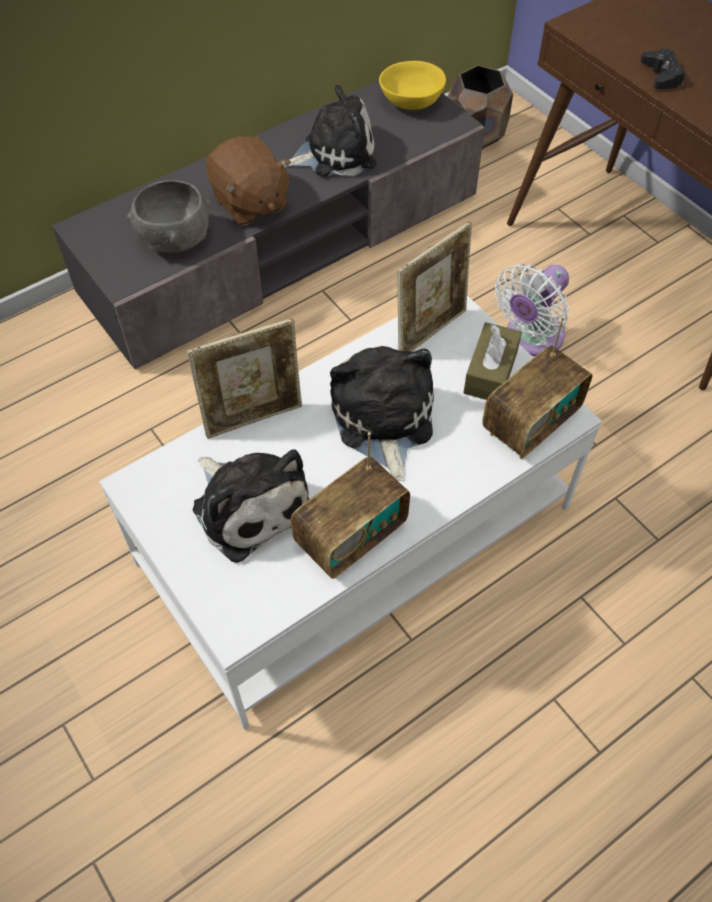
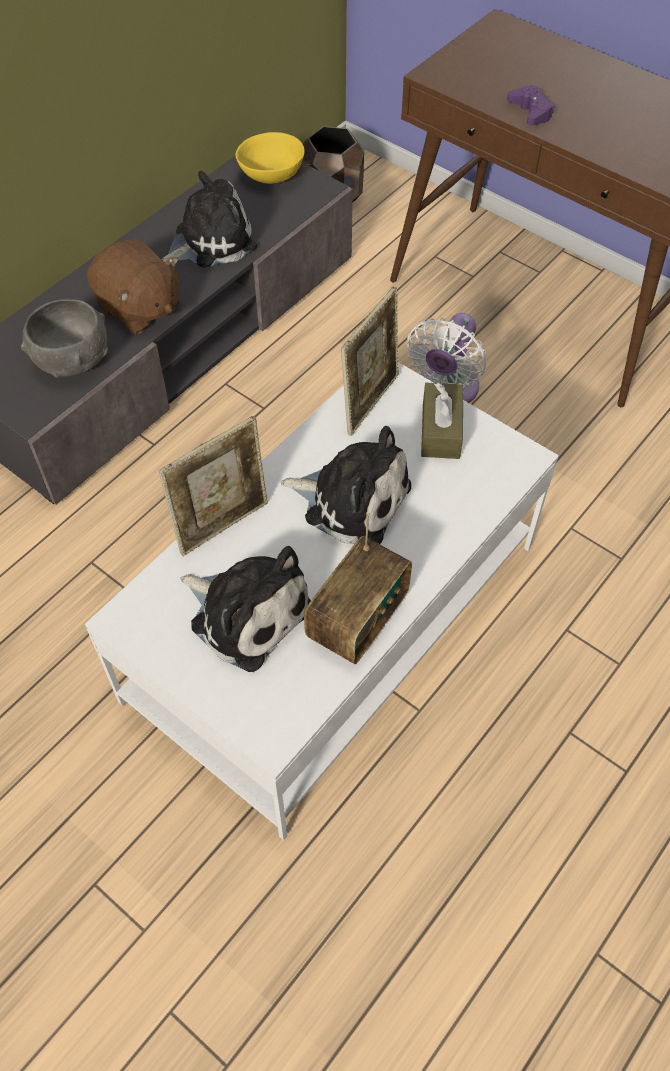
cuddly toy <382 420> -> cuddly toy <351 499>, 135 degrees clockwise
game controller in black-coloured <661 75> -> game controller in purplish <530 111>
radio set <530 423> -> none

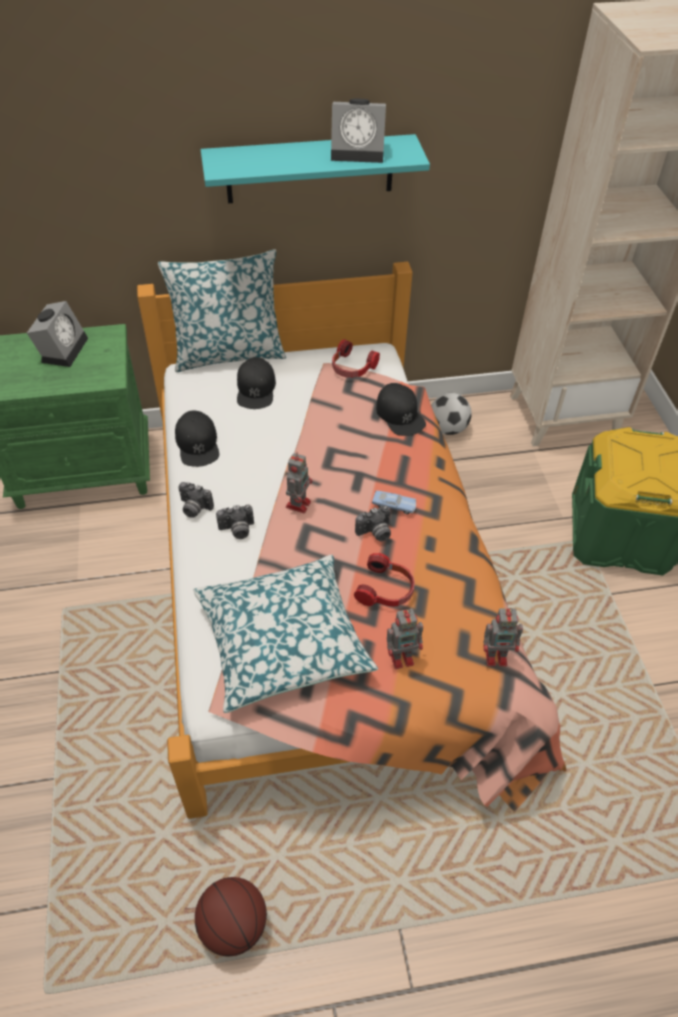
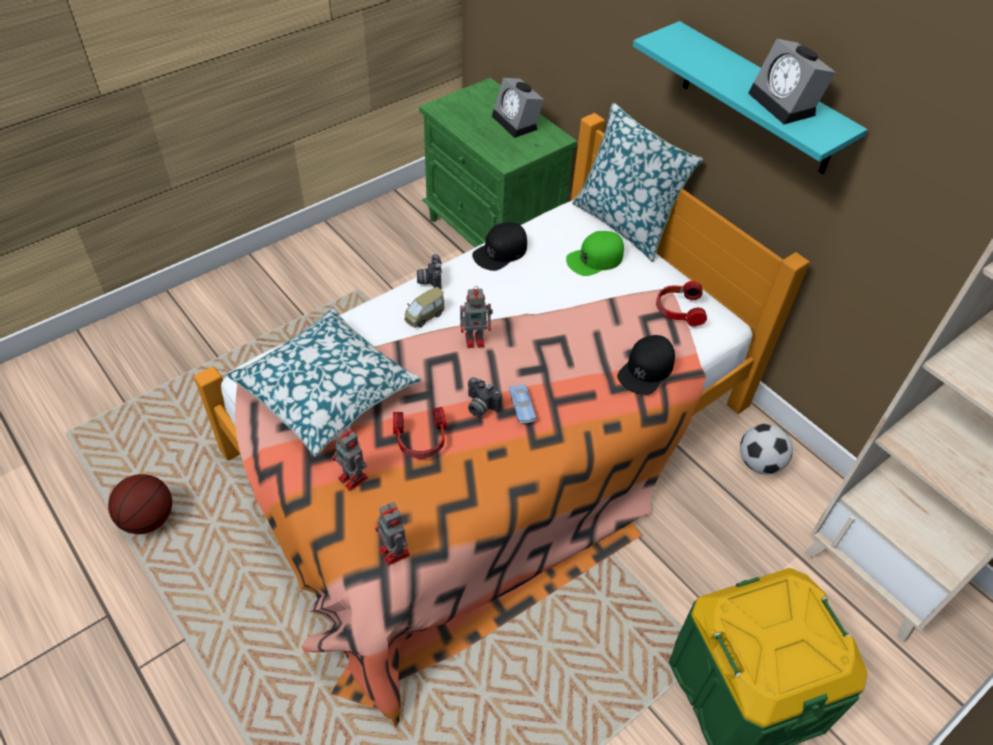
photo camera <237 530> -> miniature car <424 316>
alarm clock <63 348> -> alarm clock <517 123>, 75 degrees clockwise
peaked cap in black-coloured <256 389> -> peaked cap in green <595 259>

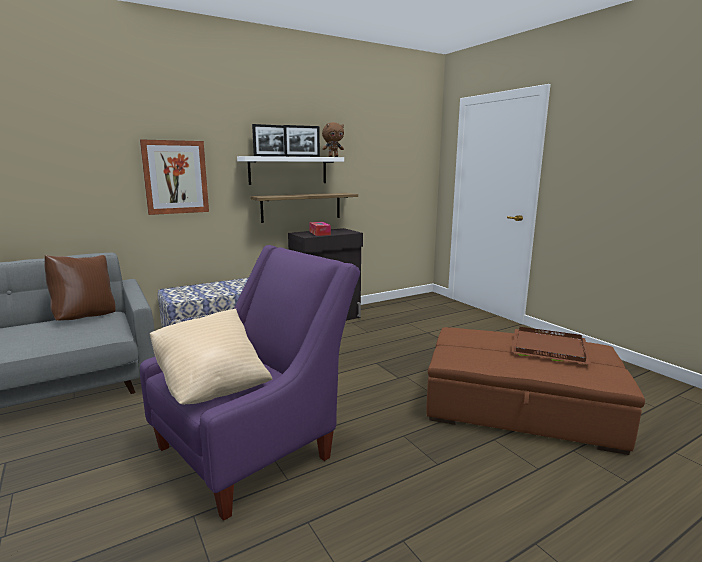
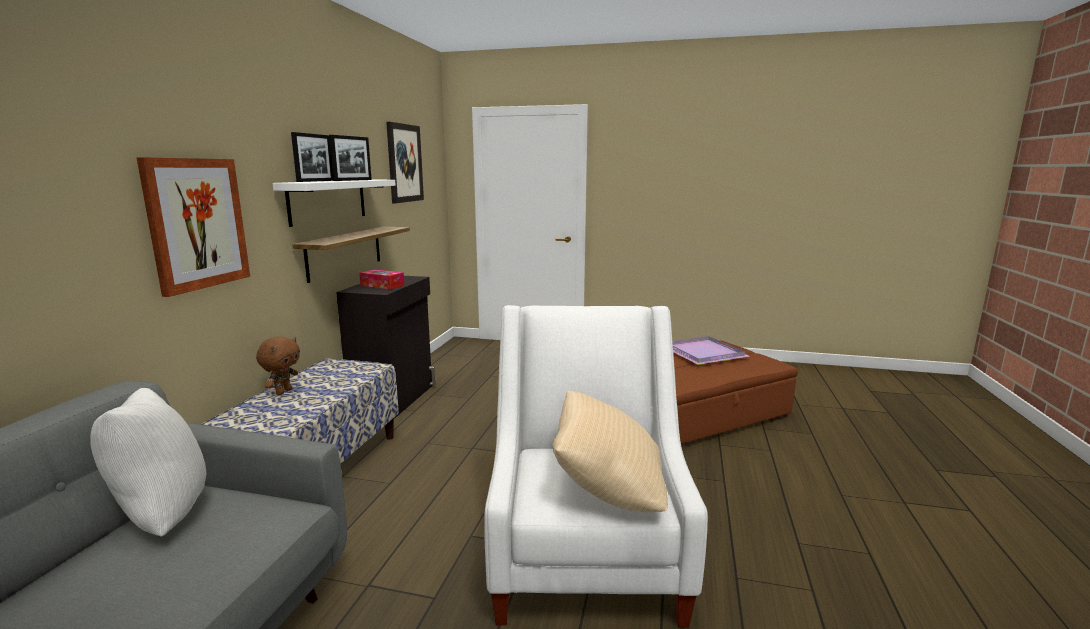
pillow in brown-coloured <85 317> -> pillow in whitish <161 516>
cuddly toy in brown-coloured <333 156> -> cuddly toy in brown-coloured <283 392>, relocated
none -> wall art <404 163>
armchair in purplish <255 447> -> armchair in whitish <586 555>
carrying tray in brown-coloured <550 348> -> carrying tray in purplish <703 353>

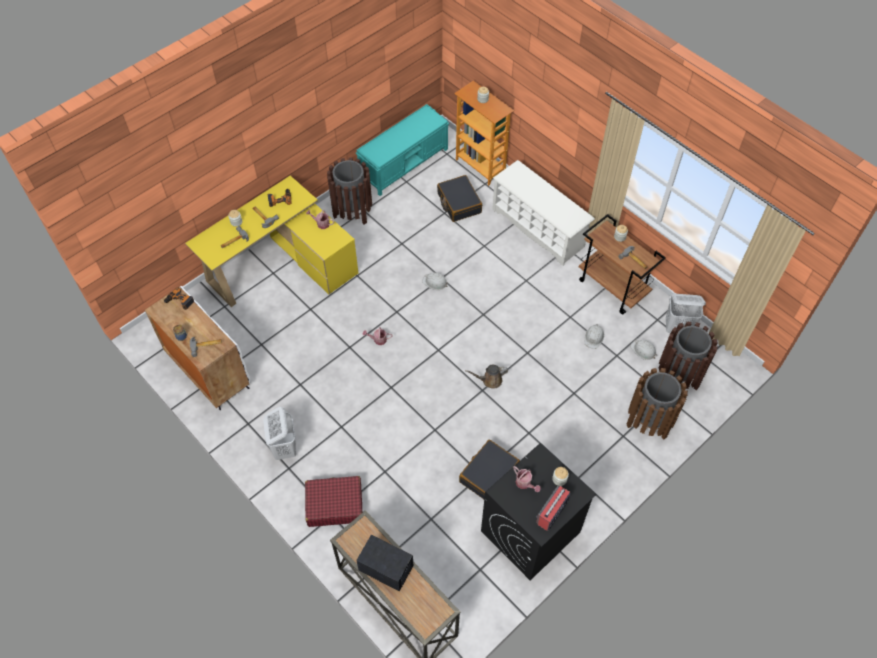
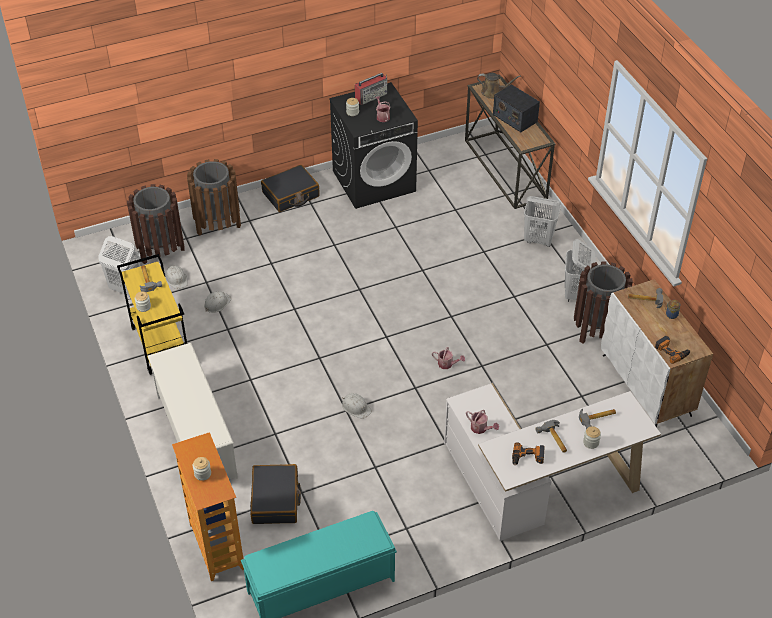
cart in brown-coloured <613 287> -> cart in yellowish <160 344>
piece of luggage in black-coloured <488 474> -> piece of luggage in black-coloured <291 195>, relocated
desk table in yellowish <282 264> -> desk table in whitish <536 483>
sprinkling can in brown-coloured <490 380> -> sprinkling can in brown-coloured <493 92>, relocated
piece of luggage in red-coloured <334 505> -> washing basket in whitish <539 240>
trash can in brown-coloured <352 212> -> trash can in brown-coloured <597 329>, relocated

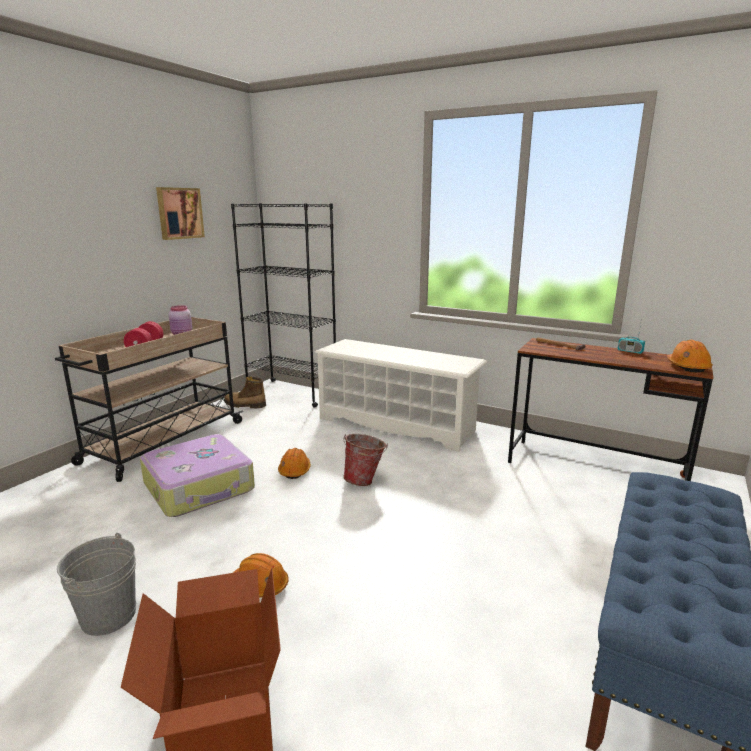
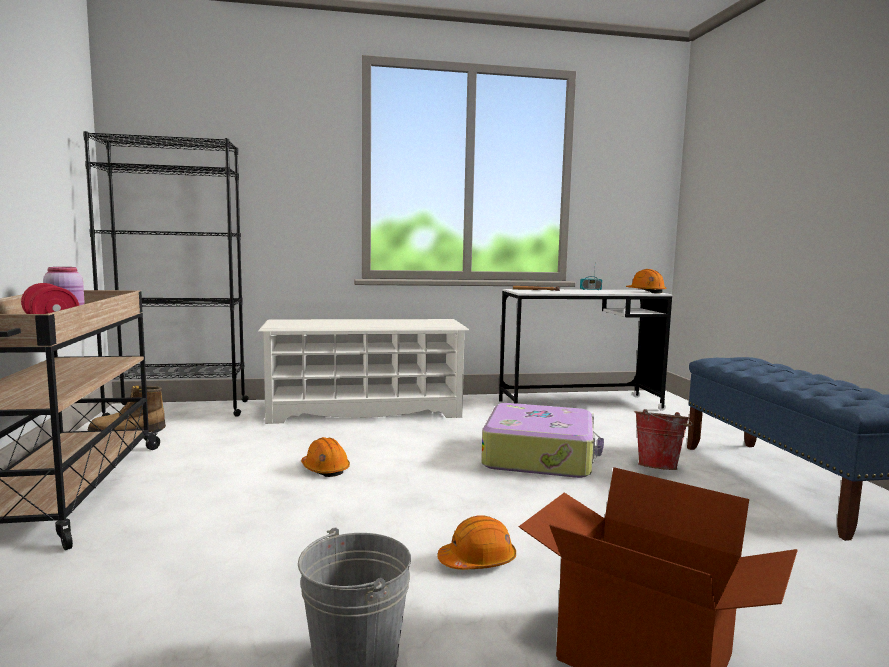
piece of luggage <200 487> -> piece of luggage <540 456>, relocated
desk table in brown-coloured <594 469> -> desk table in whitish <579 405>
water bucket <365 481> -> water bucket <659 467>, relocated
wall art <179 213> -> none

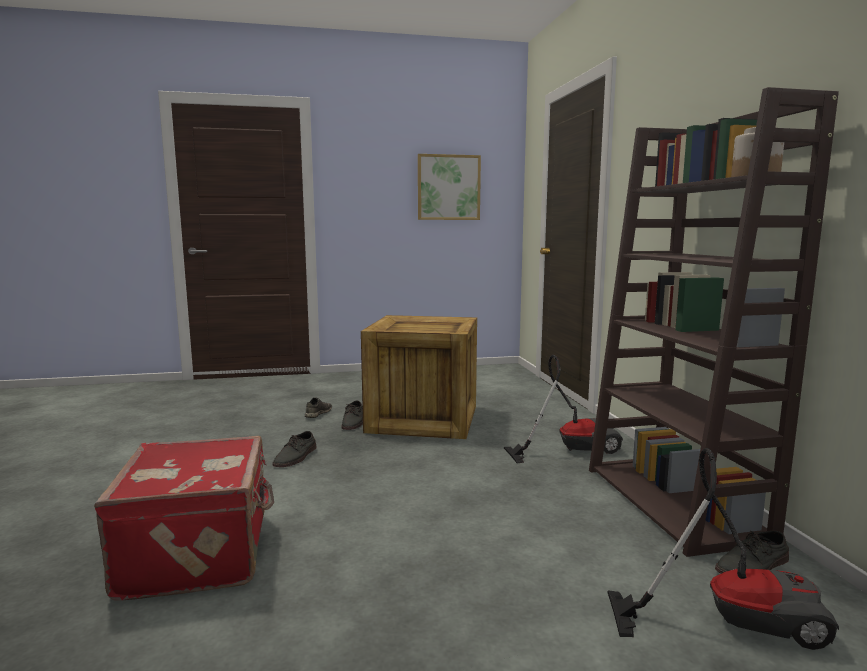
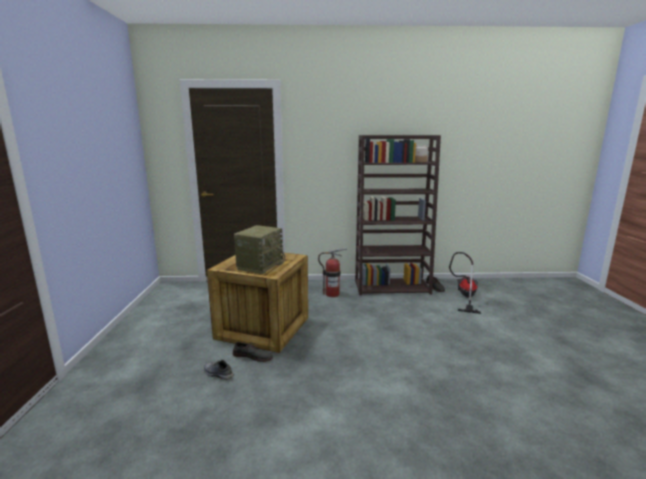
none -> radio set <260 265>
vacuum cleaner <570 448> -> fire extinguisher <332 294>
piece of luggage in red-coloured <200 553> -> none
low shoe in greyish <296 457> -> none
wall art <448 187> -> none

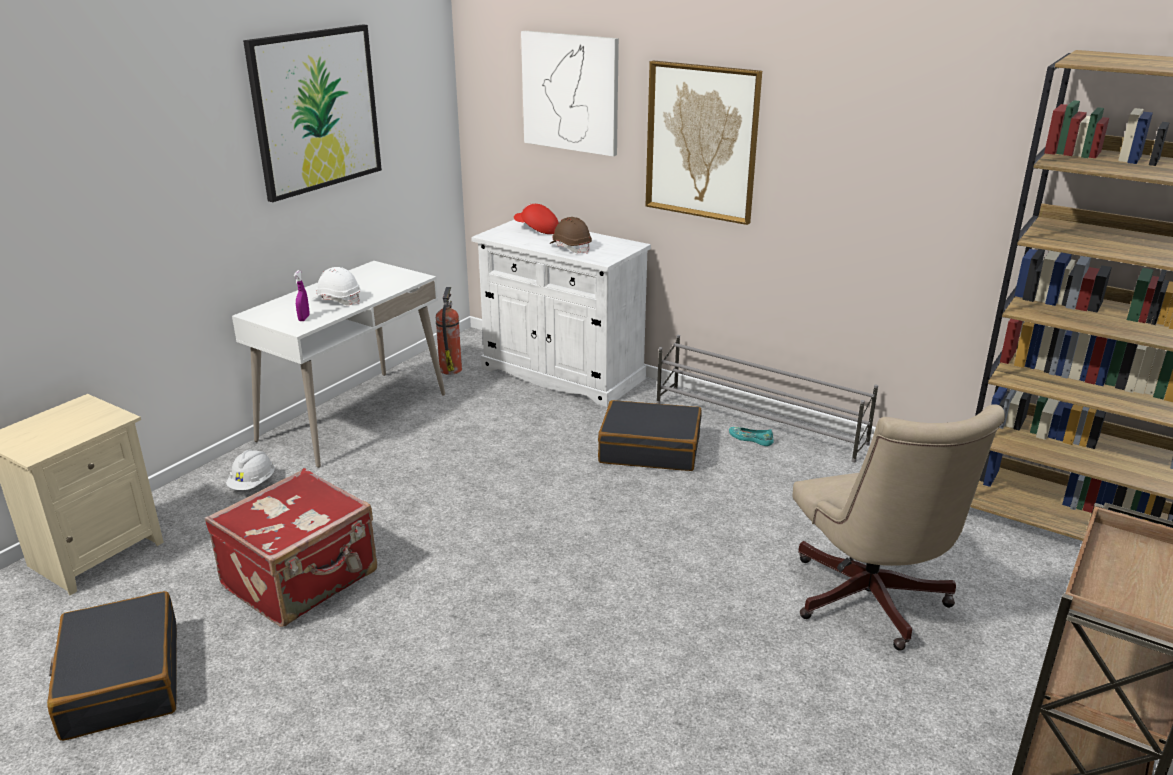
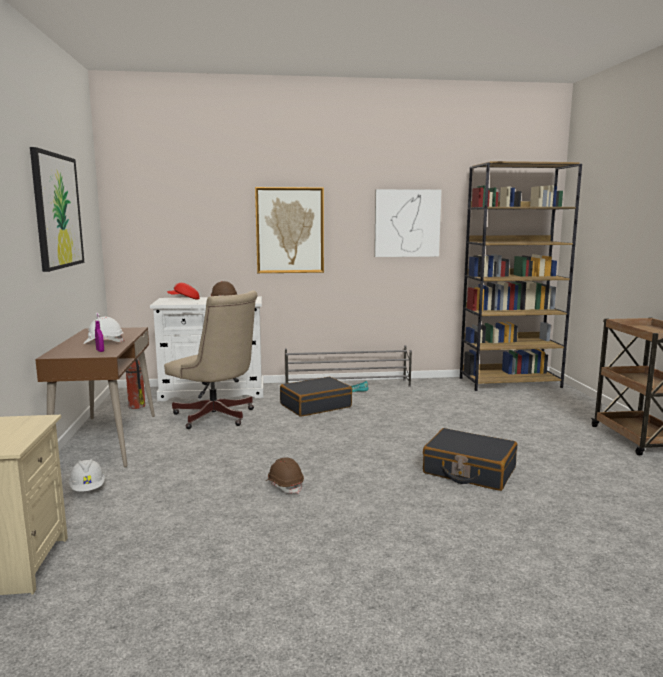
desk table in whitish <353 417> -> desk table in brown-coloured <106 440>
computer chair in beige <871 604> -> computer chair in beige <217 417>, relocated
none -> safety helmet in brown-coloured <284 485>
wall art <570 92> -> wall art <407 223>, relocated
piece of luggage in black-coloured <121 680> -> piece of luggage in black-coloured <469 471>, relocated
piece of luggage in red-coloured <302 580> -> none

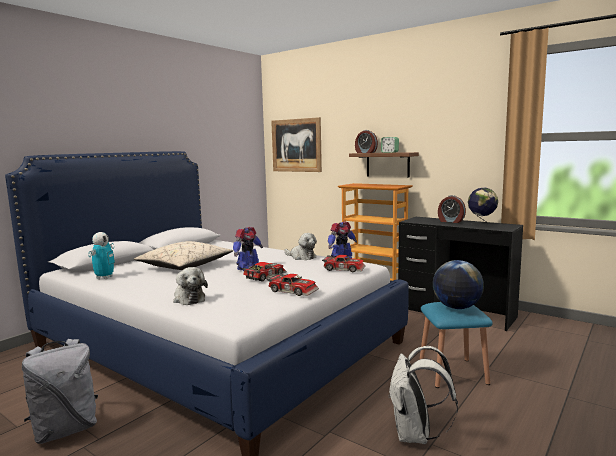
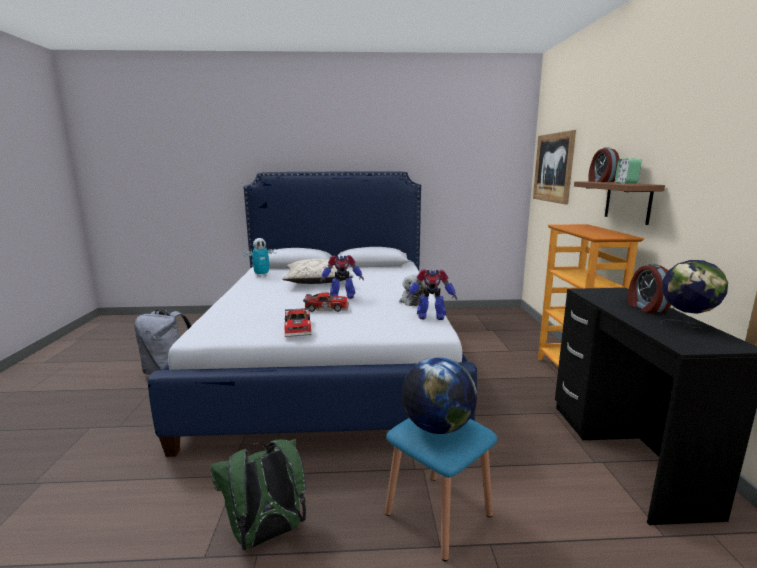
knapsack in whitish <416 435> -> knapsack in green <266 535>
cuddly toy <188 299> -> none
miniature car <344 268> -> none

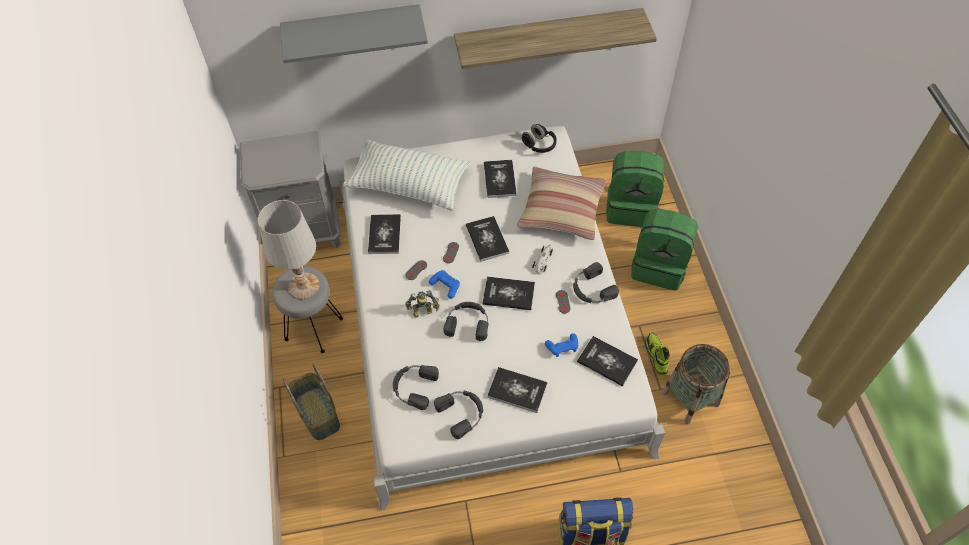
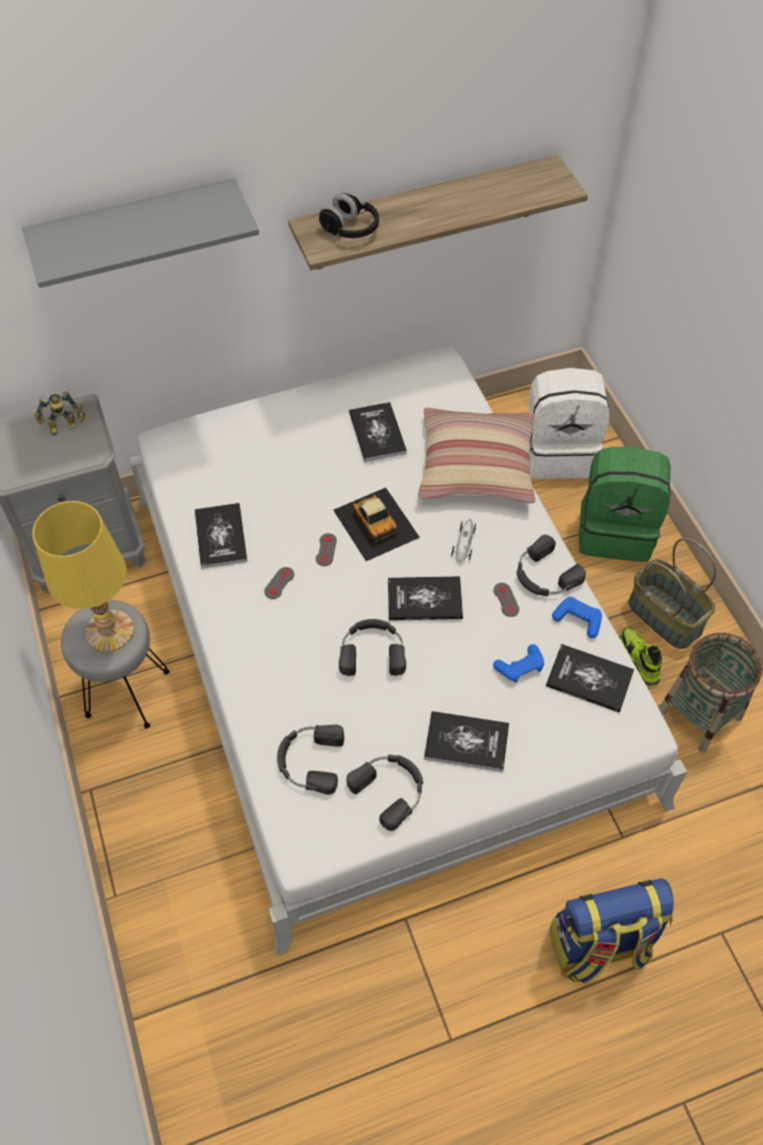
lamp for a table in whitish <303 286> -> lamp for a table in yellowish <109 631>
toy robot <423 311> -> toy robot <64 427>, relocated
headset in black-coloured <539 145> -> headset in black-coloured <350 229>, relocated
bound book <487 239> -> miniature car <376 523>
knapsack in green <631 207> -> knapsack in whitish <559 453>
game controller in bluish <445 286> -> game controller in bluish <578 620>, relocated
storage basket <318 414> -> storage basket <666 616>, relocated
pillow <409 184> -> none

